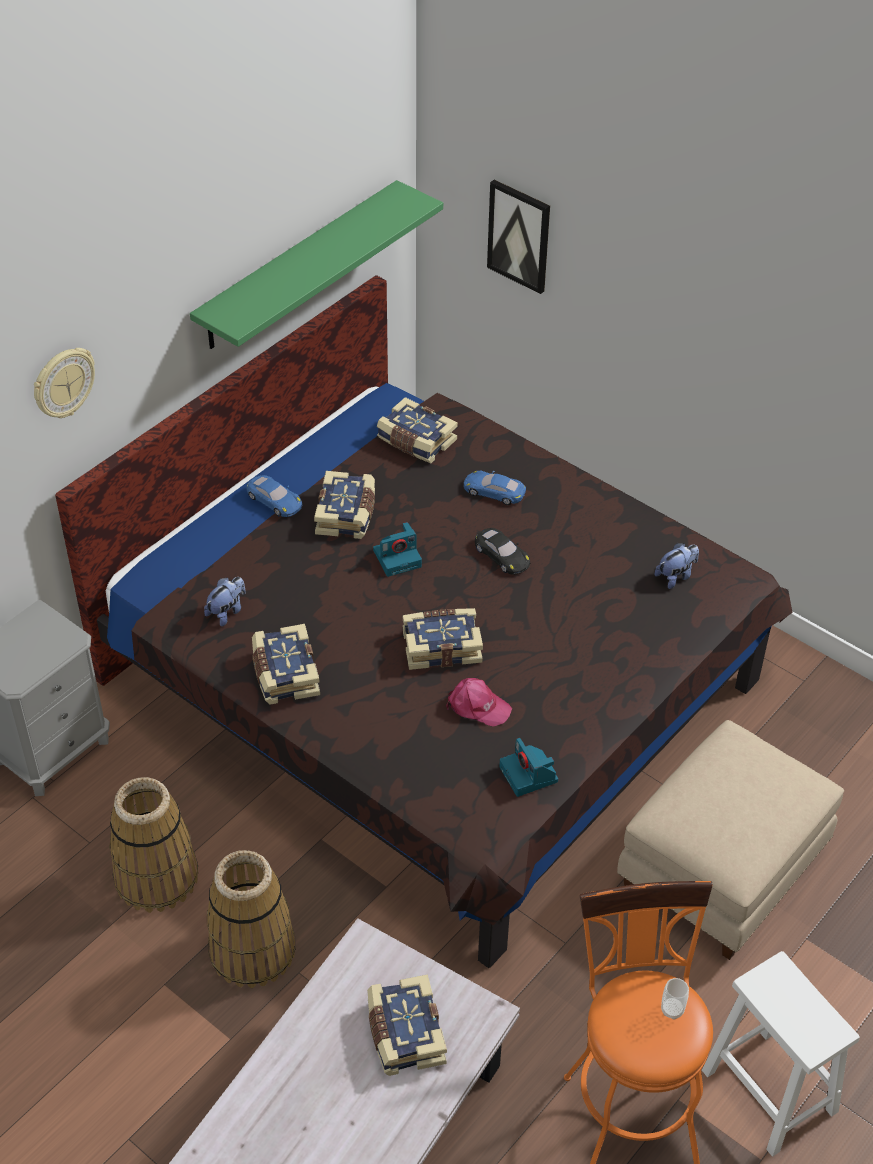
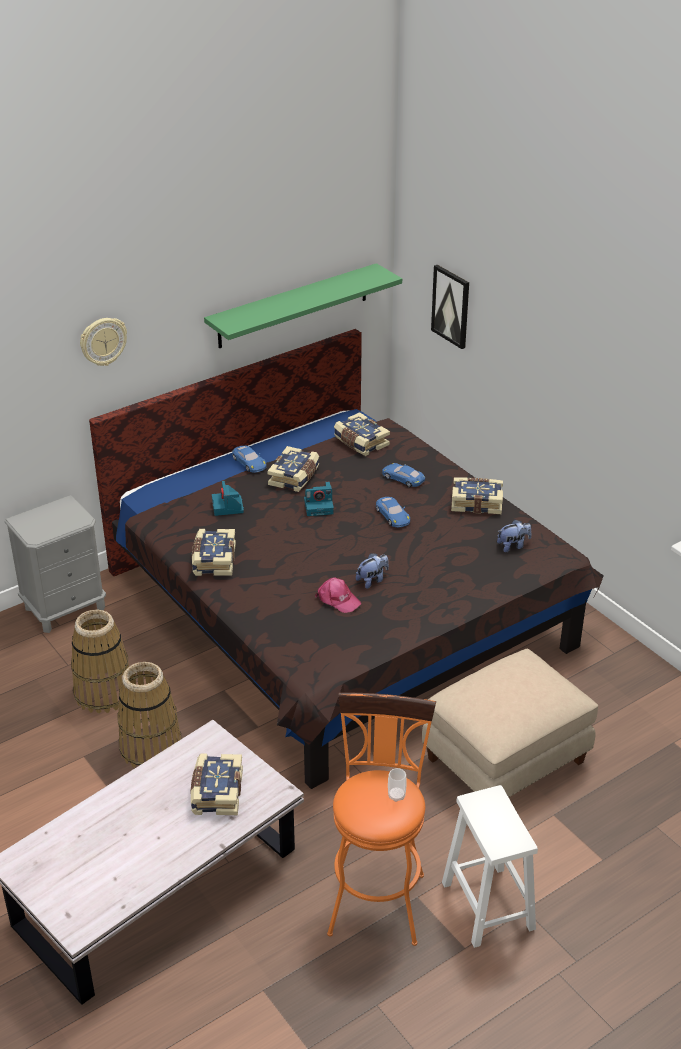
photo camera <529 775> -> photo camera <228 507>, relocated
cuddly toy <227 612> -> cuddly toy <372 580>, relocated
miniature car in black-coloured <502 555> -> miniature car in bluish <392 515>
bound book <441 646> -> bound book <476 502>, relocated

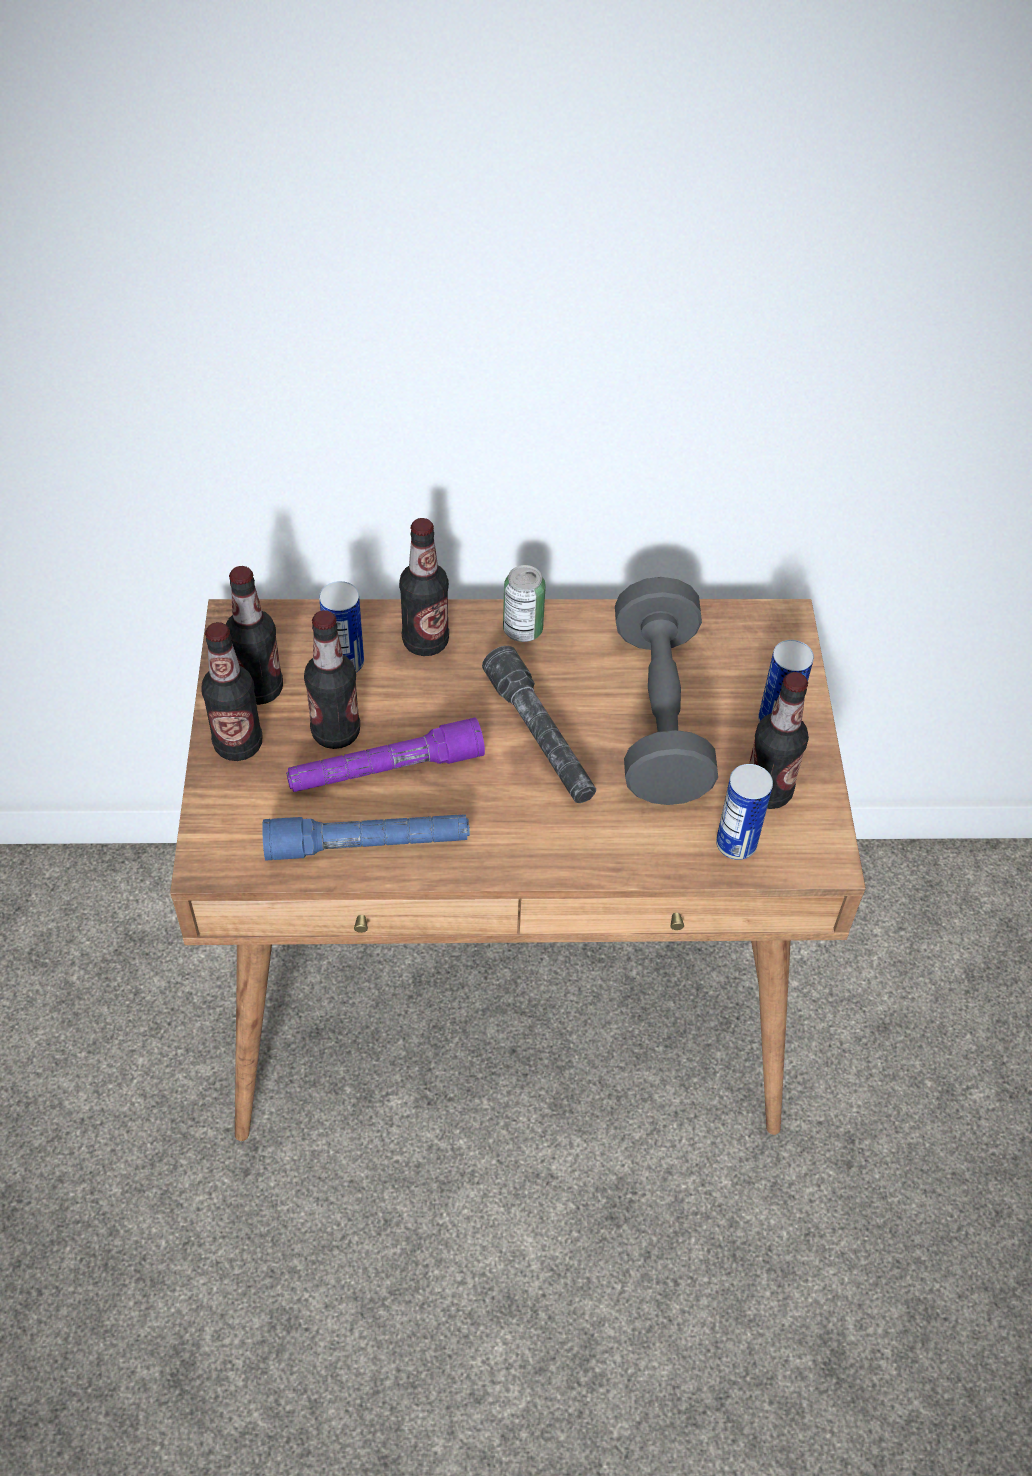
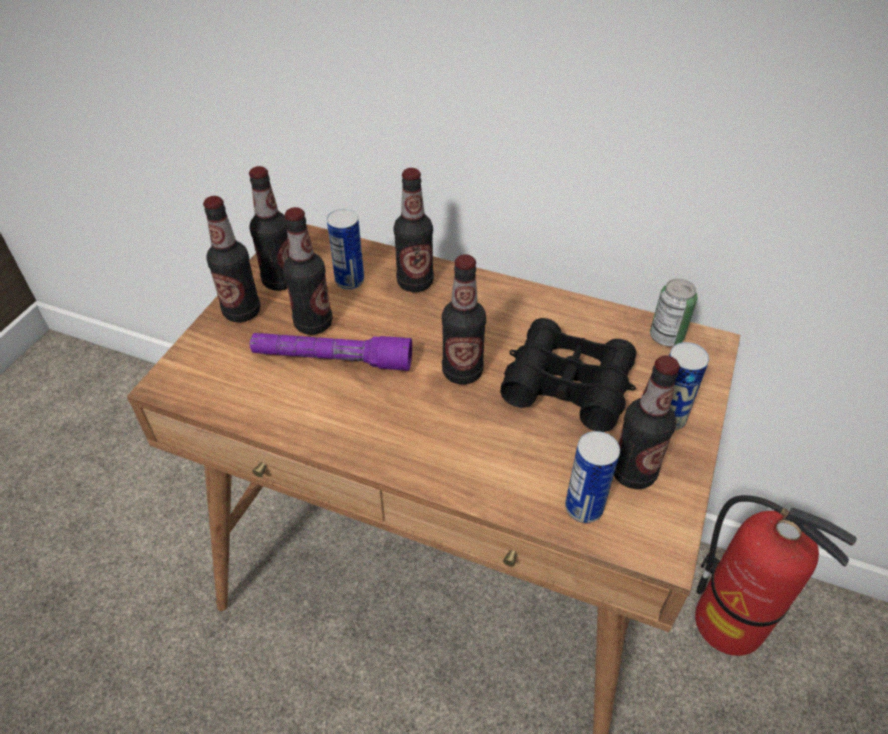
flashlight in greyish <540 737> -> drink bottle <462 372>
free weight in greyish <660 716> -> field glasses in black-coloured <568 384>
sealed can <522 630> -> sealed can <666 337>, relocated
none -> fire extinguisher <729 623>
flashlight in bluish <368 844> -> none

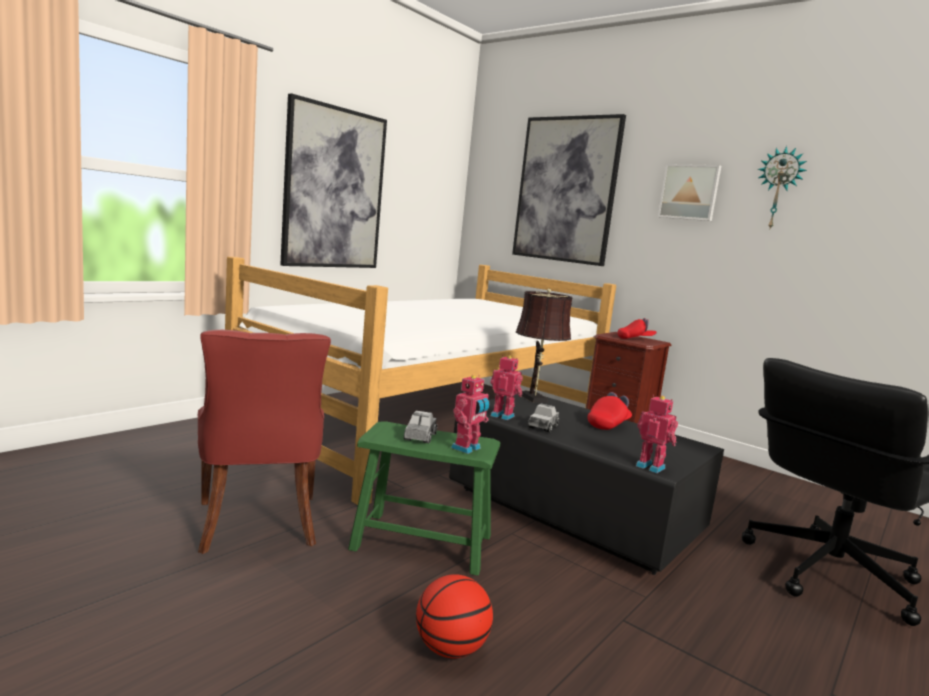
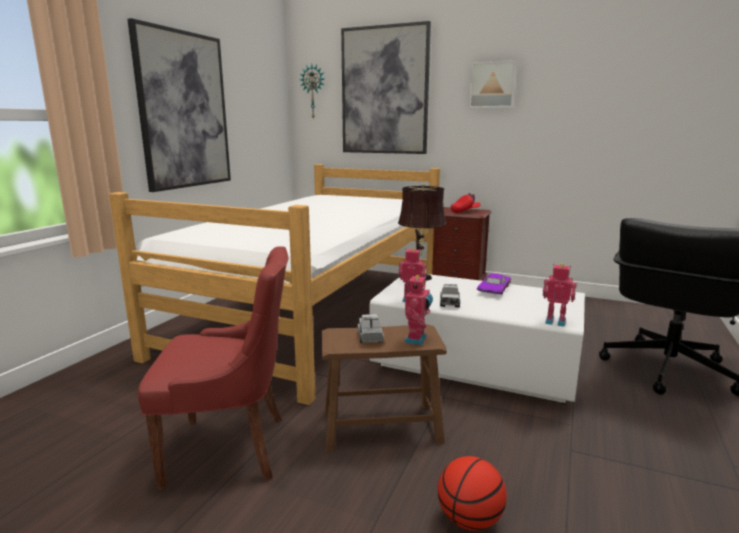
upright chair in red-coloured <258 524> -> upright chair in red-coloured <230 449>, 60 degrees counterclockwise
clock on the wall <778 189> -> clock on the wall <313 92>, relocated
stool in green <422 542> -> stool in brown-coloured <381 425>
coffee table in black-coloured <572 513> -> coffee table in whitish <474 366>
peaked cap in red-coloured <608 424> -> miniature car in purplish <492 289>

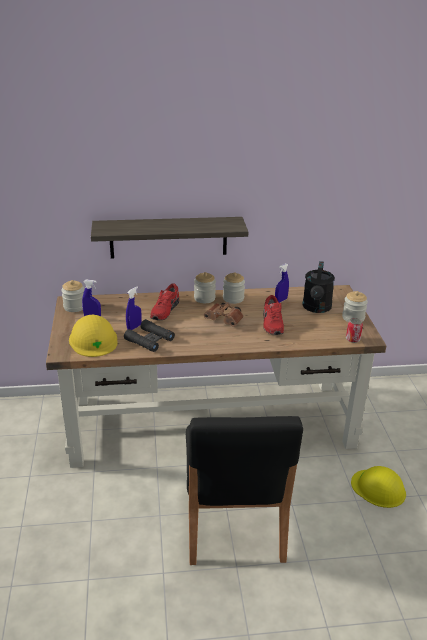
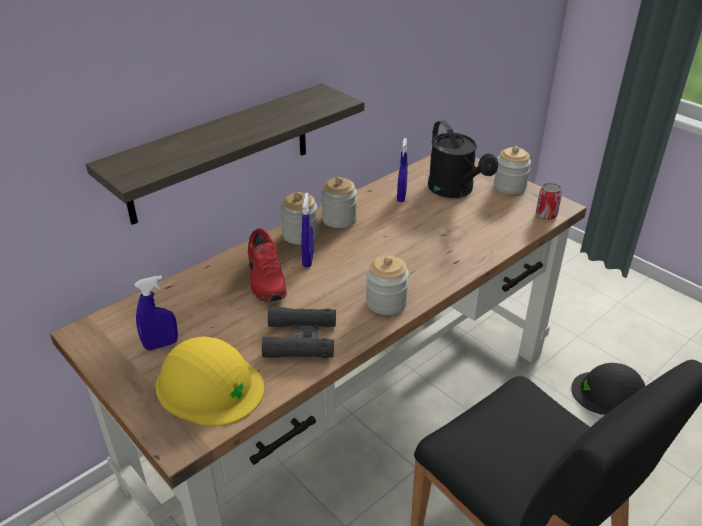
sprayer in bluish <134 327> -> sprayer in bluish <308 260>, relocated
storage jar <74 307> -> storage jar <386 302>, relocated
safety helmet in yellowish <378 488> -> safety helmet in black-coloured <610 393>
field glasses in brown-coloured <225 320> -> none
low shoe in red-coloured <272 324> -> none

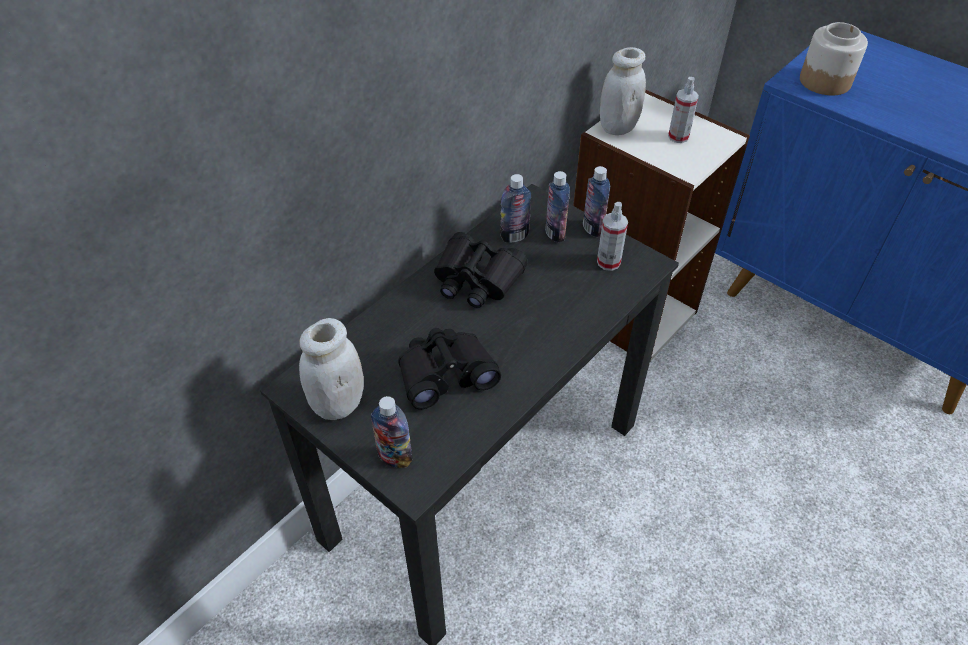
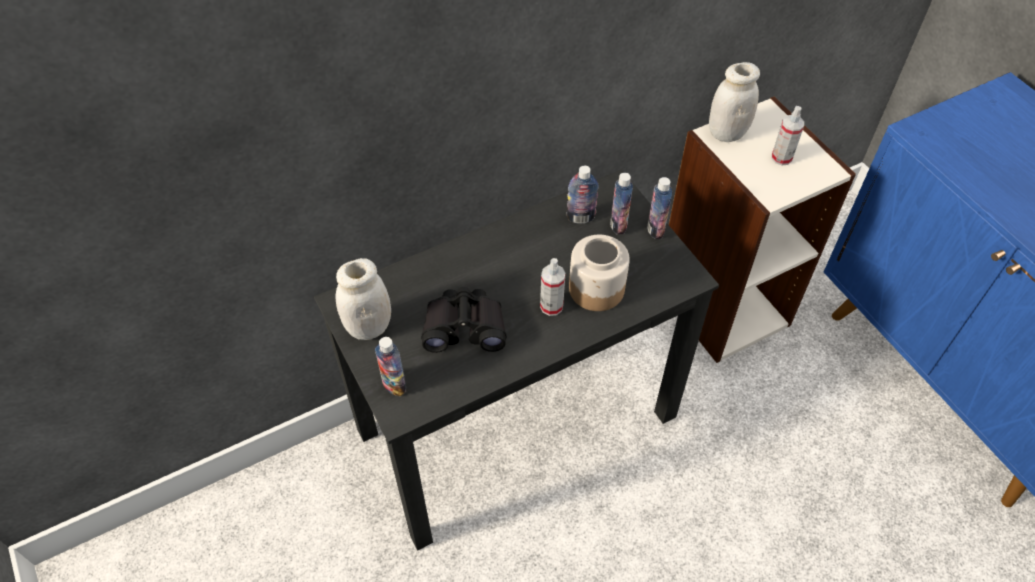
sprayer <608 262> -> sprayer <551 306>, relocated
storage jar <825 81> -> storage jar <597 288>, relocated
field glasses in black-coloured <476 279> -> none

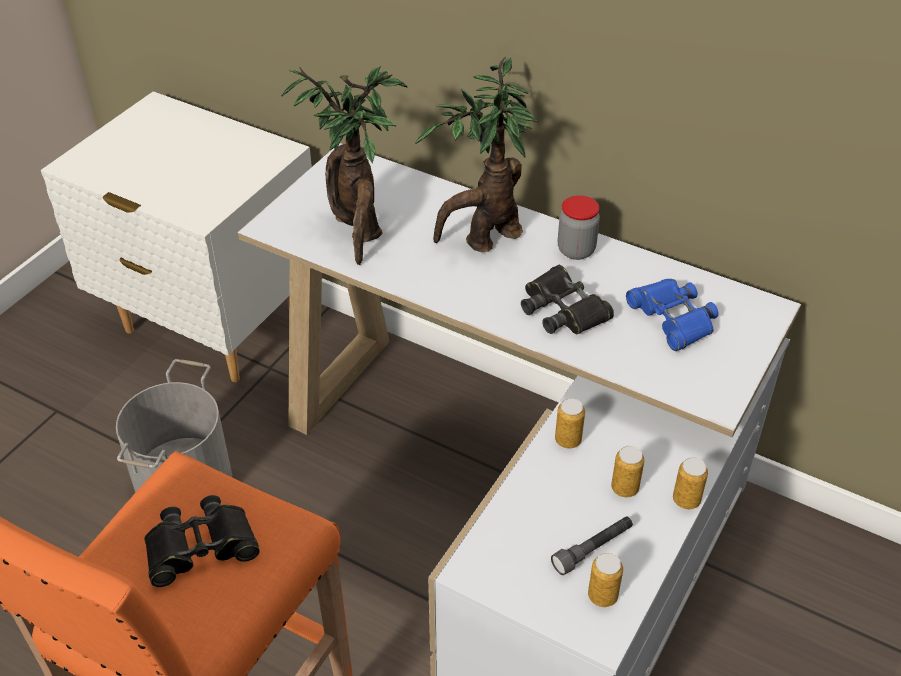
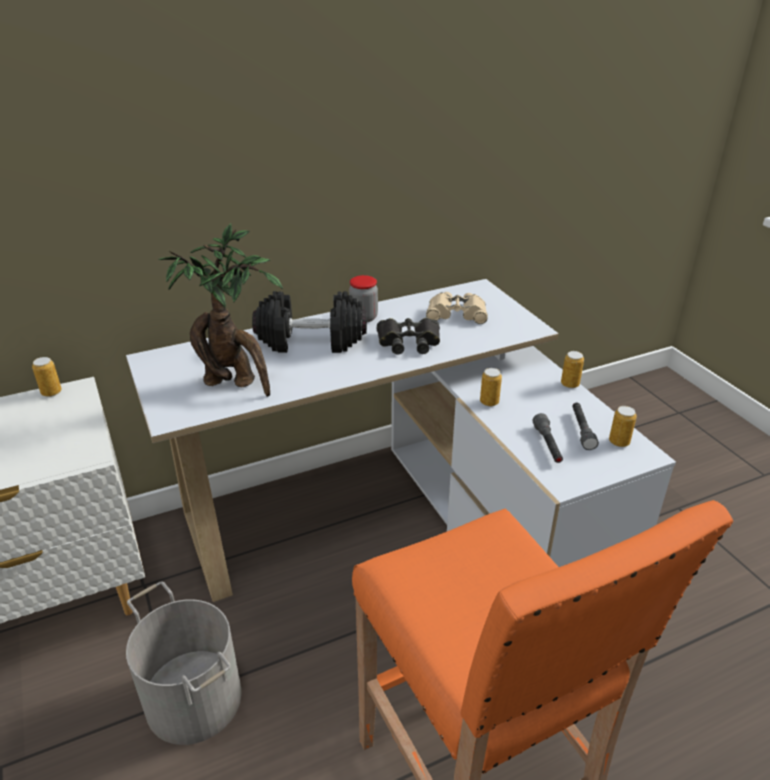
sealed can <624 488> -> sealed can <51 392>, relocated
houseplant <484 239> -> free weight in black-coloured <311 341>
field glasses in bluish <672 318> -> field glasses in beige <456 314>
none -> flashlight in greyish <547 445>
field glasses in black-coloured <200 547> -> none

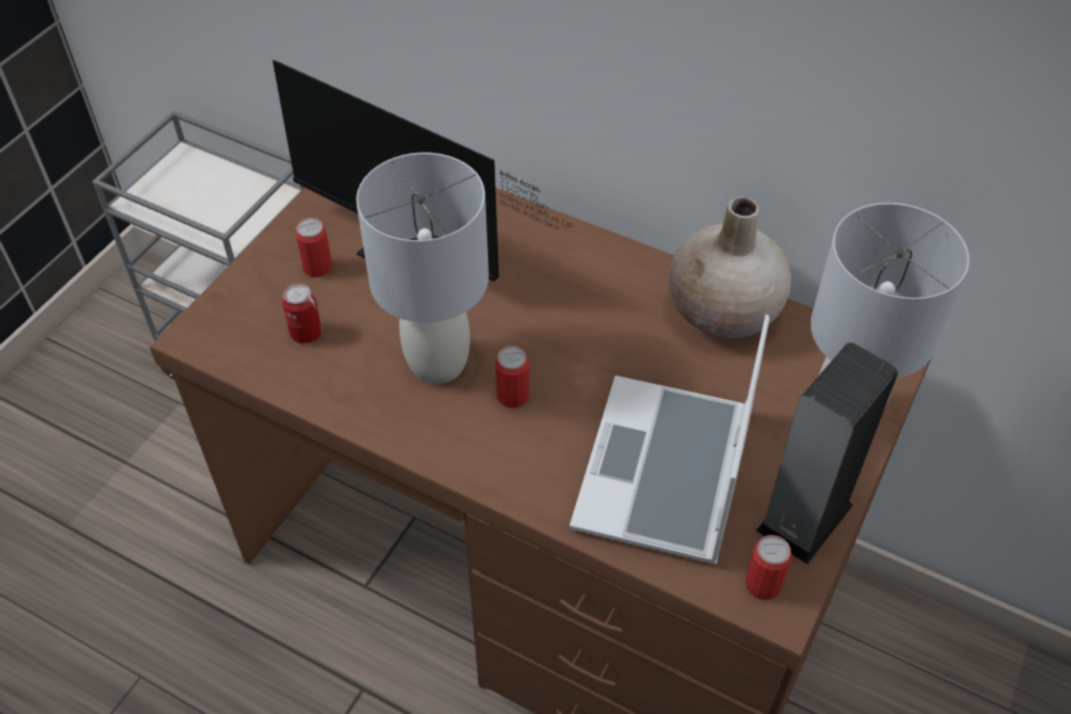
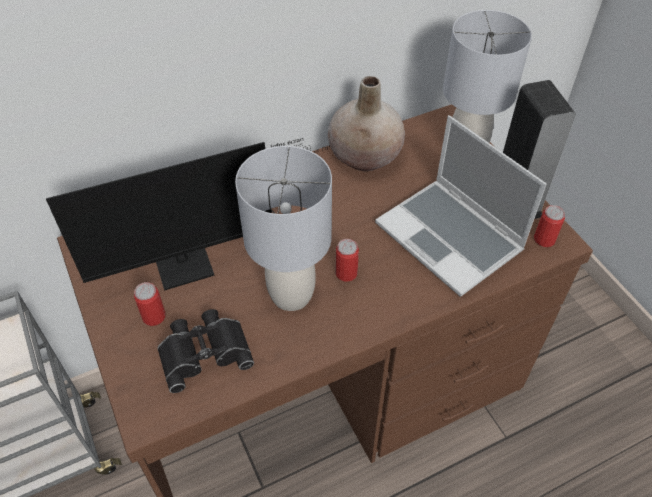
sealed can <306 333> -> field glasses in black-coloured <204 351>

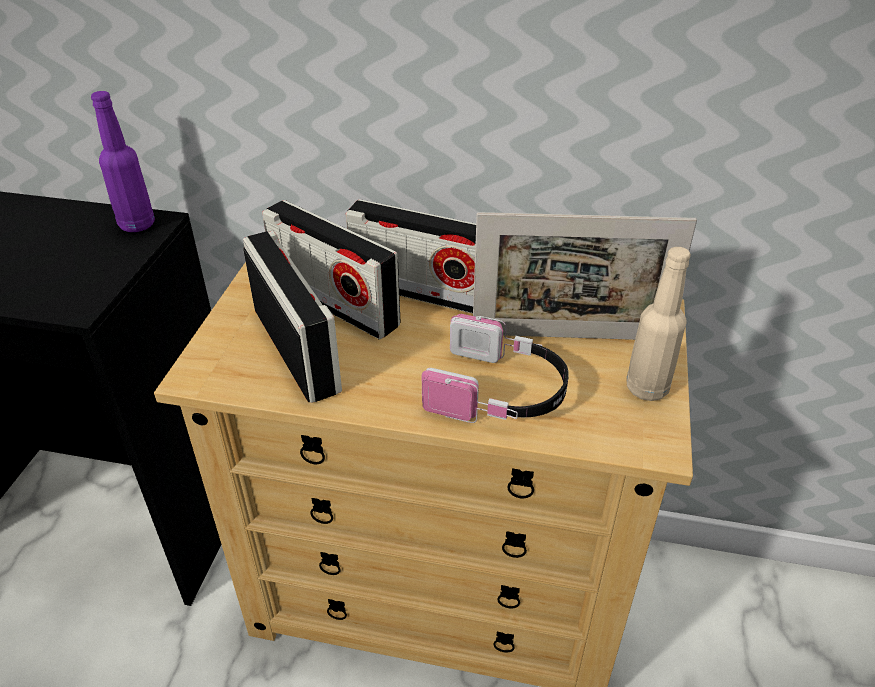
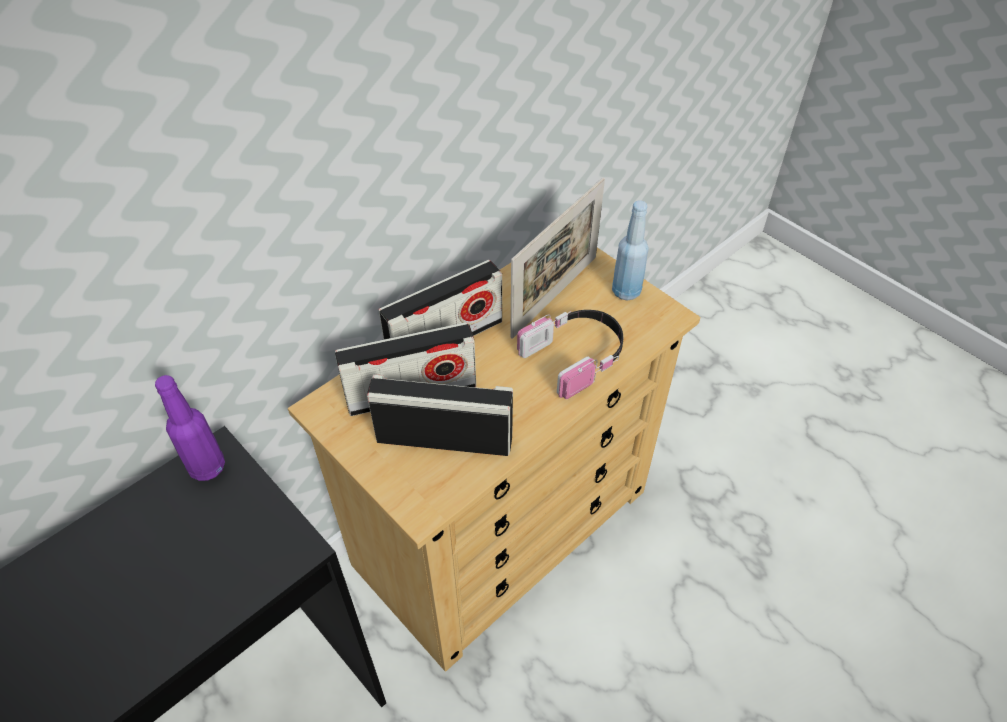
drink bottle in beige <647 388> -> drink bottle in bluish <626 291>

